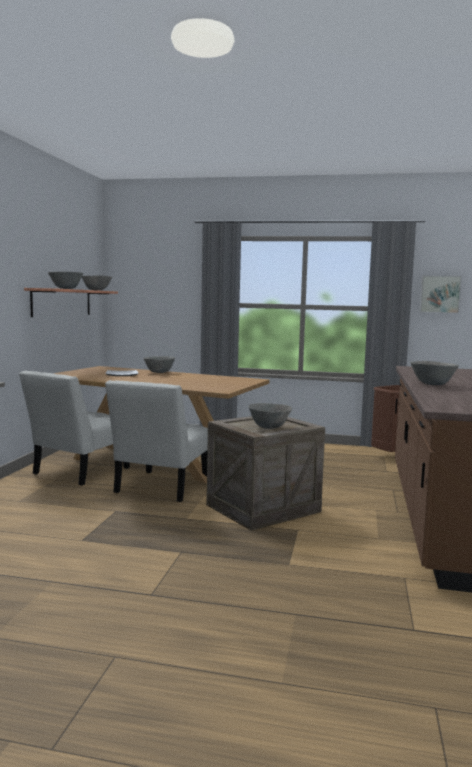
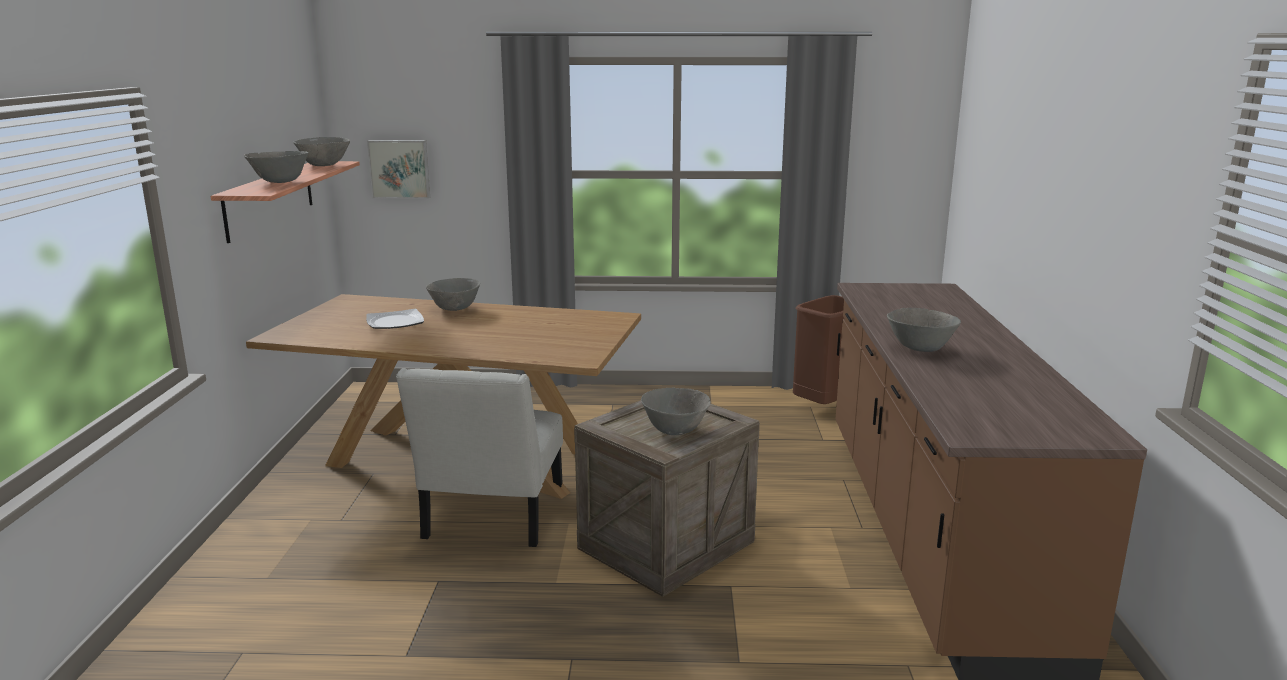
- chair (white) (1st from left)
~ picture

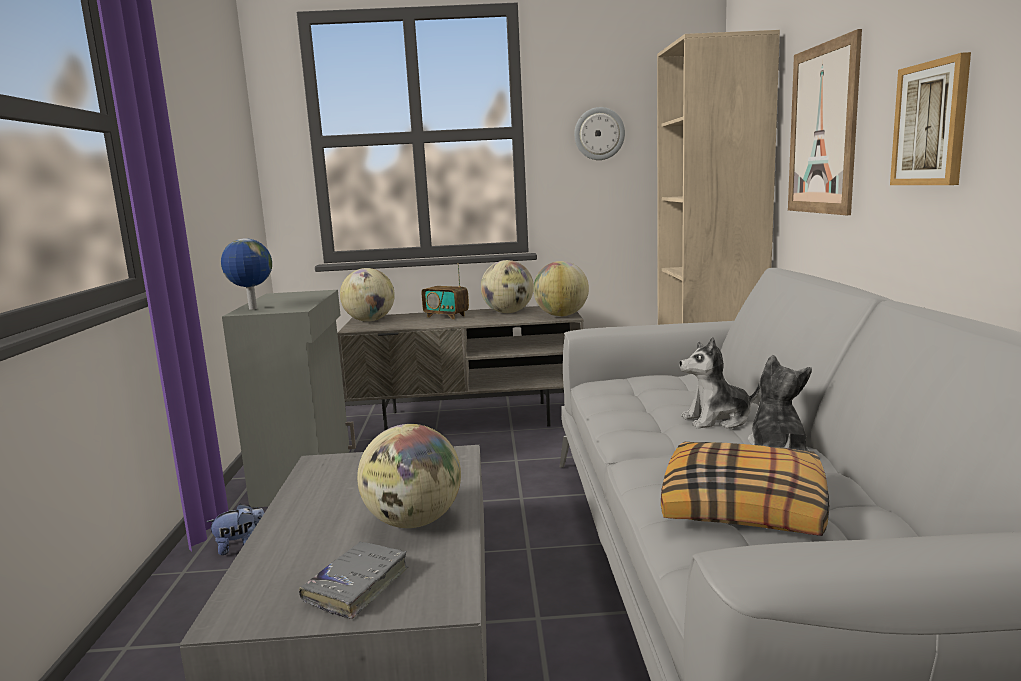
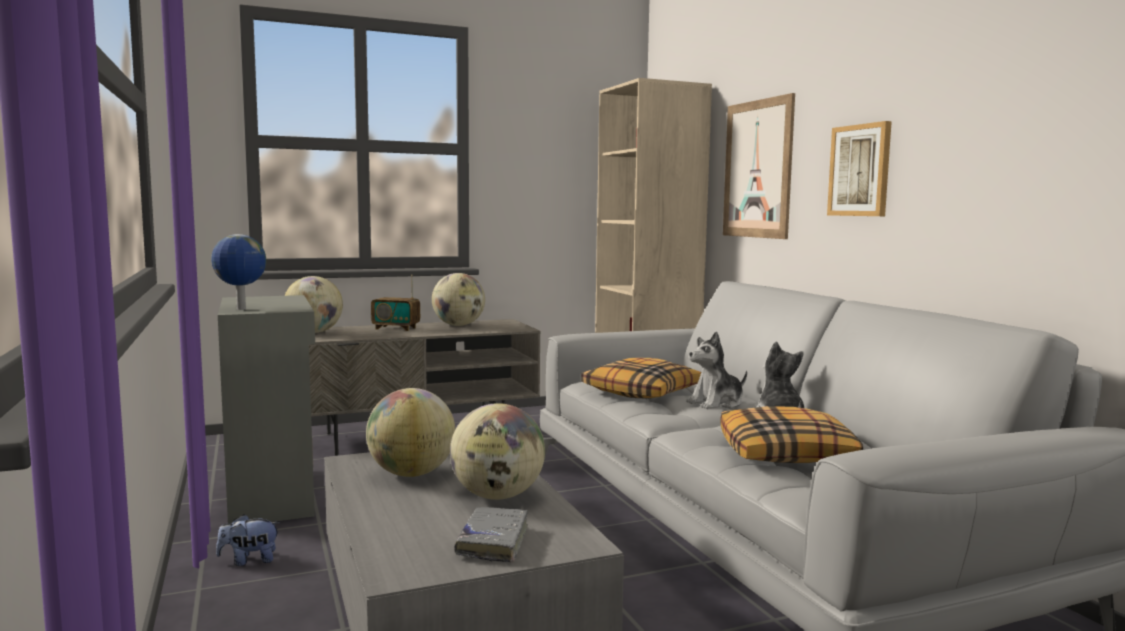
~ plush toy (1st from left) 150 degrees counterclockwise
~ globe (5th from left in the first image) to globe (3rd from left)
- wall clock
+ pillow (1st from left)

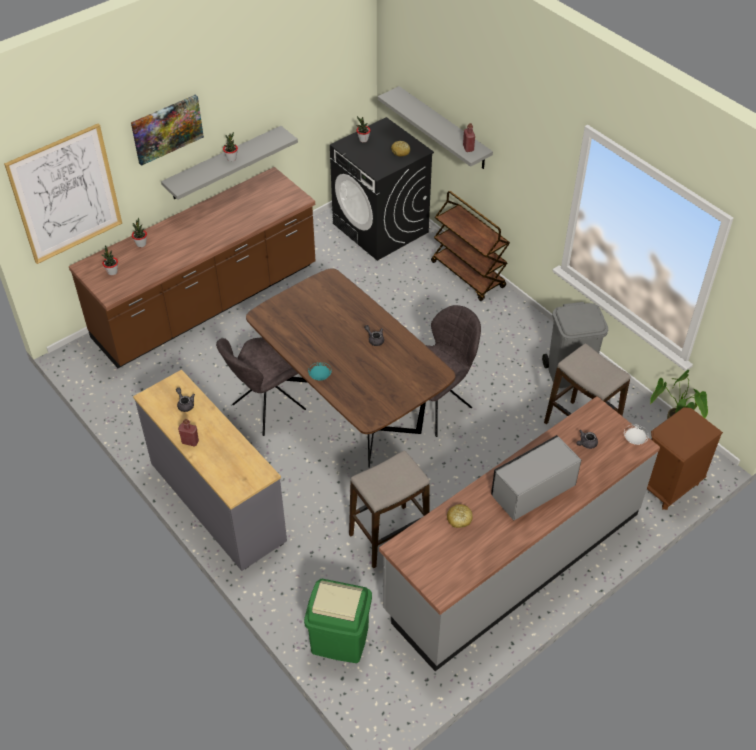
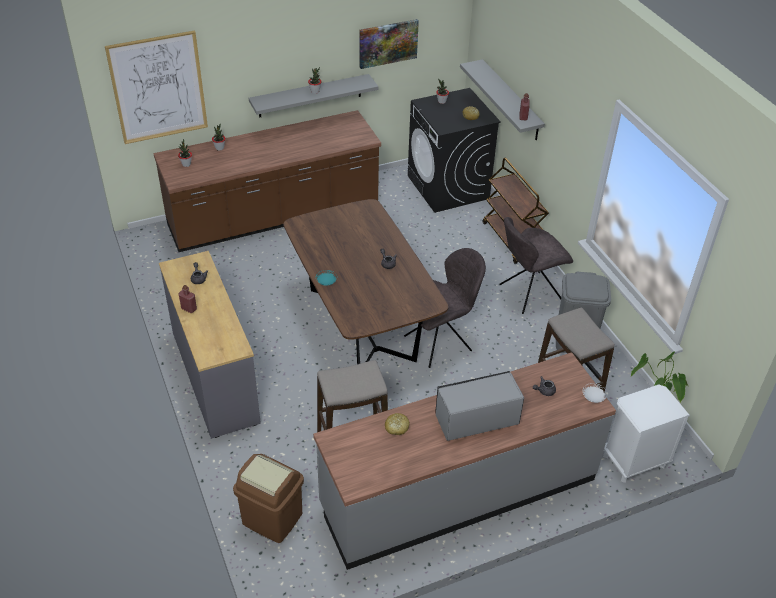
~ picture (2nd from left)
~ chair (grey) (1st from left in the first image) to chair (grey) (2nd from left)
~ trash can (green) to trash can (brown)
~ nightstand (brown) to nightstand (white)

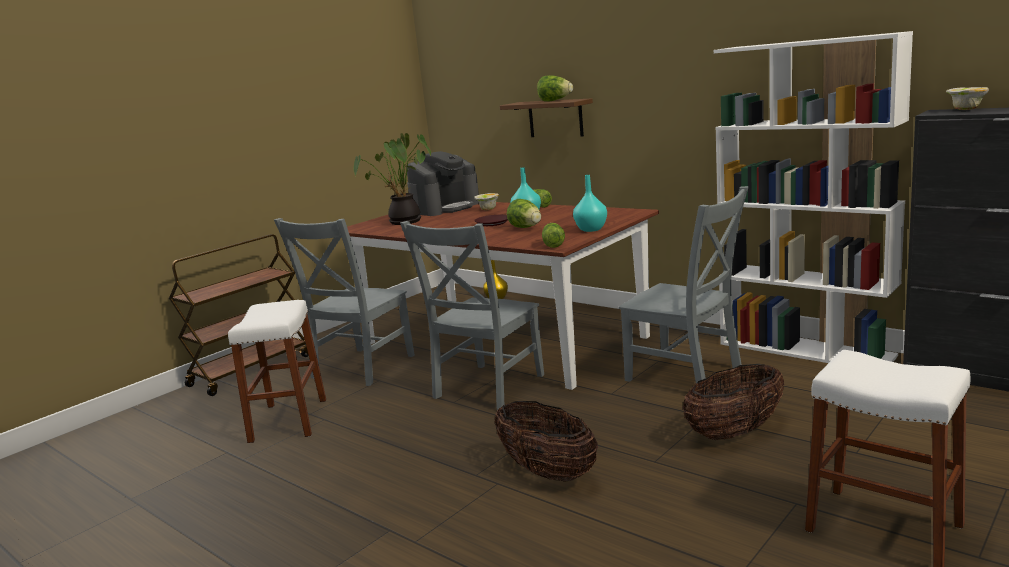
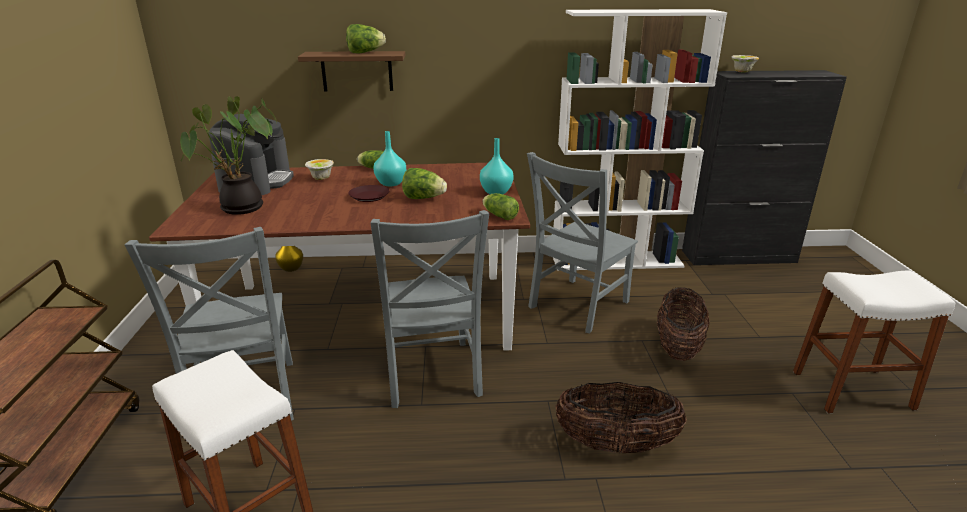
~ chair (grey) (3rd from left) 135 degrees clockwise

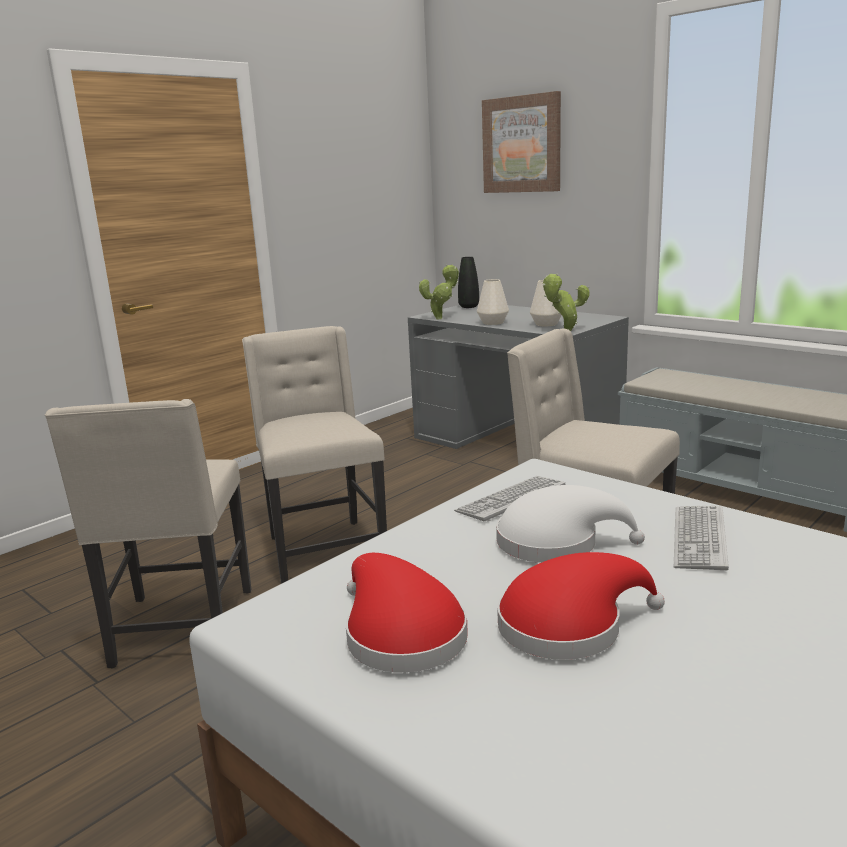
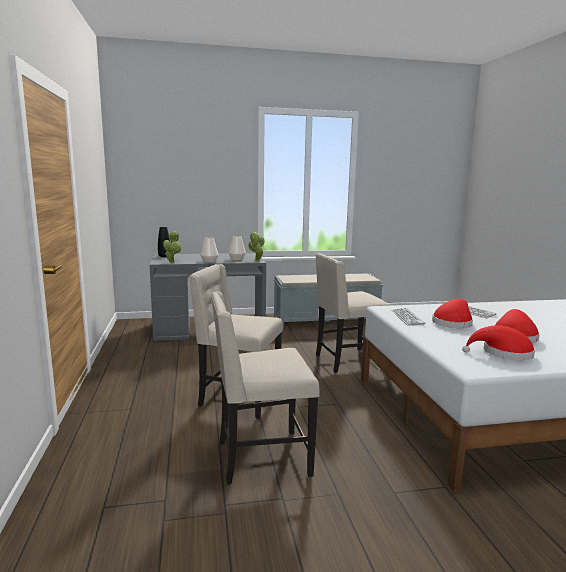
~ chair (beige) (1st from left in the first image) 135 degrees clockwise
- picture
~ hat (white) to hat (red) (1st from left)

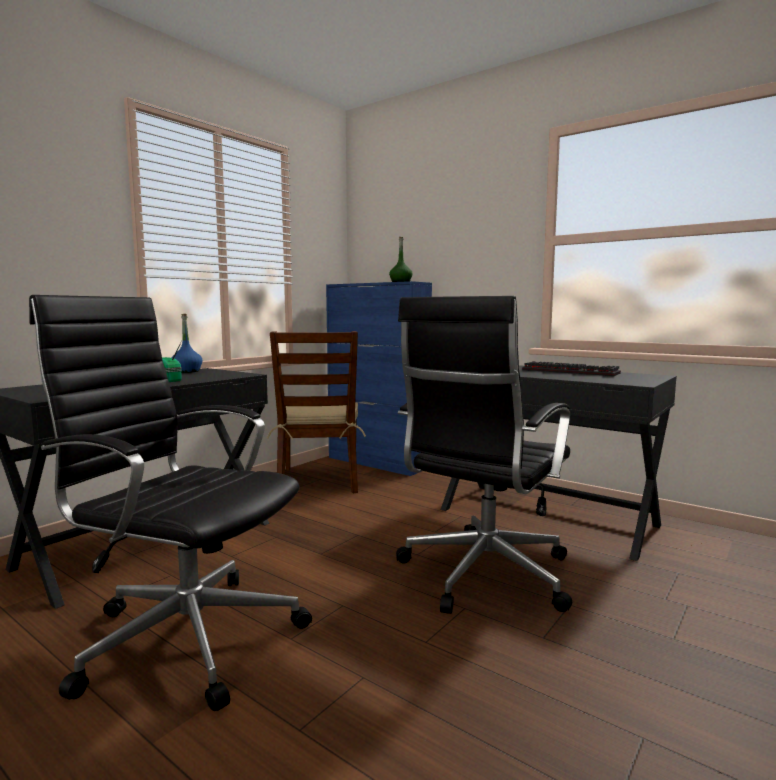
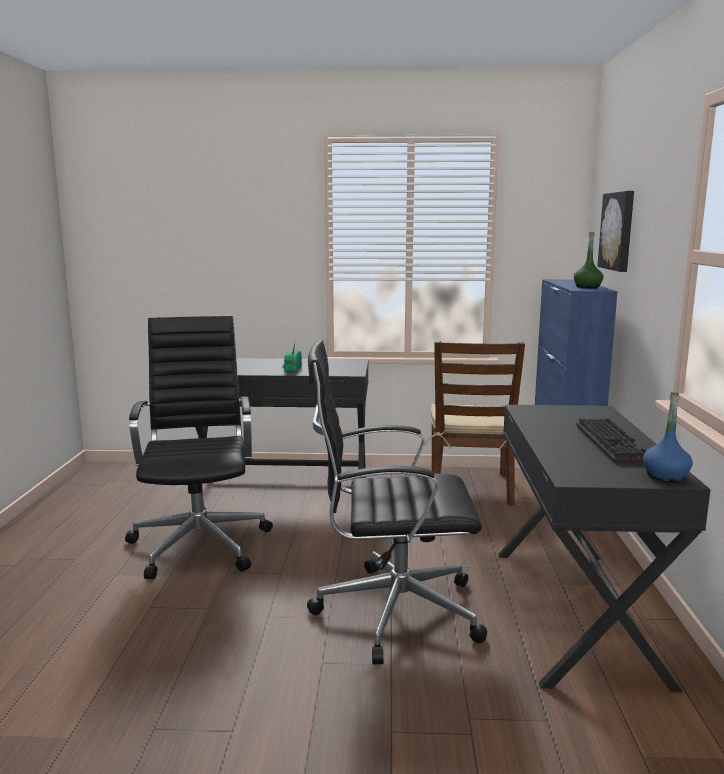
~ bottle (blue)
~ chair (brown) 45 degrees counterclockwise
+ picture

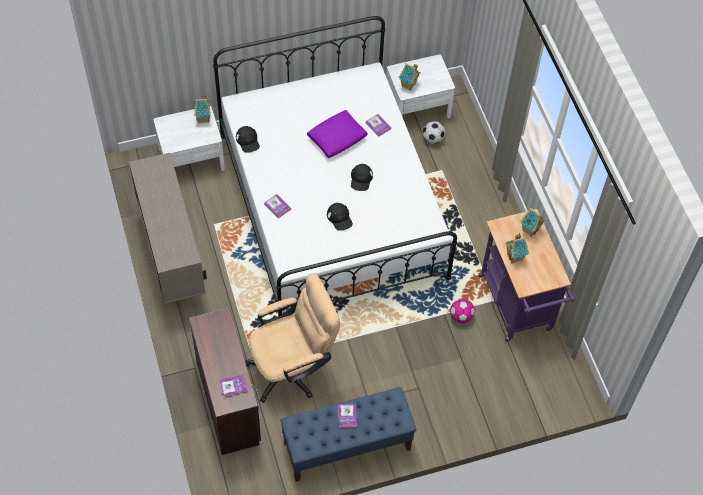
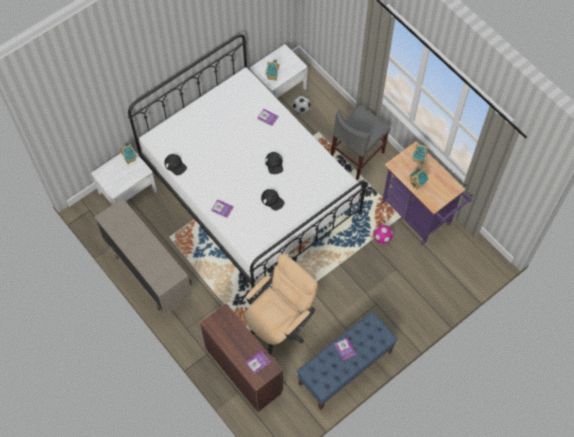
- pillow (purple)
+ chair (grey)

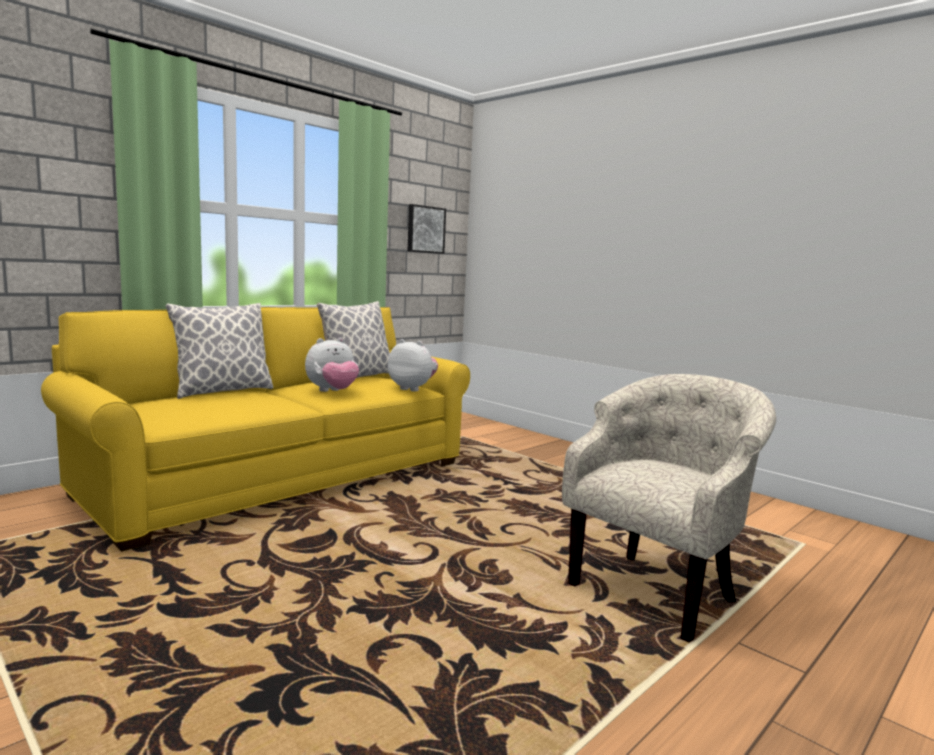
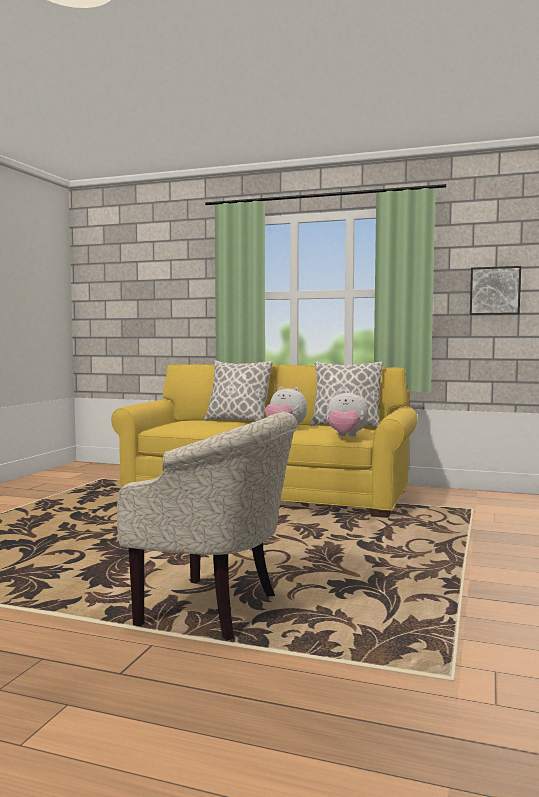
~ plush toy (2nd from left) 105 degrees clockwise

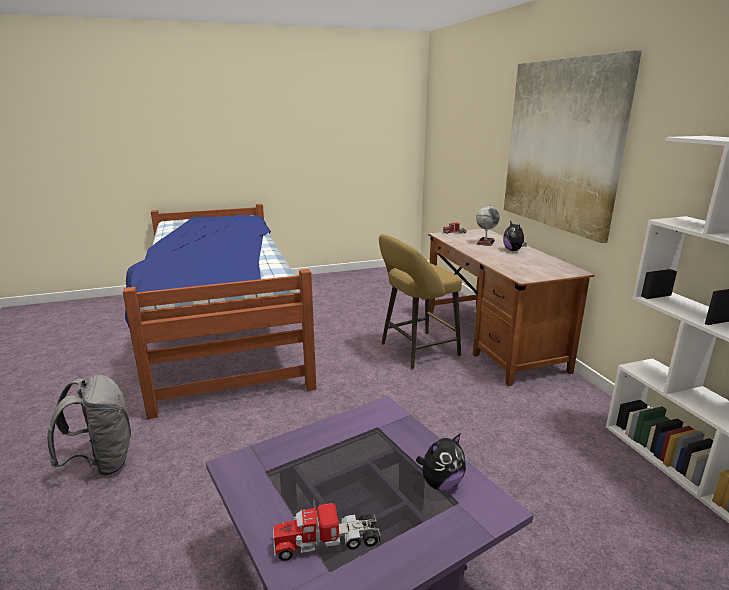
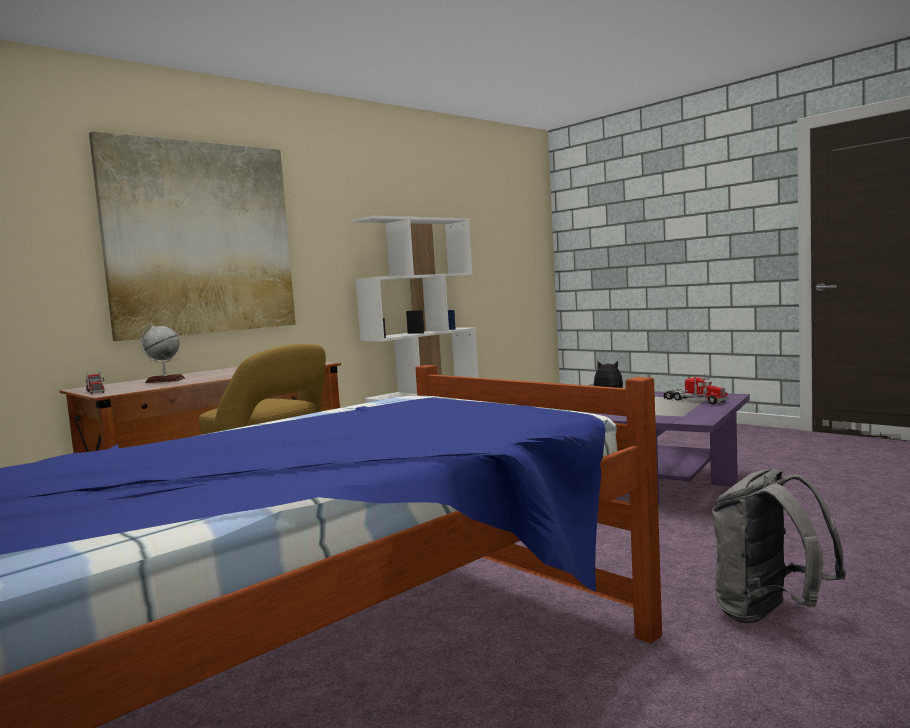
- plush toy (2nd from left)

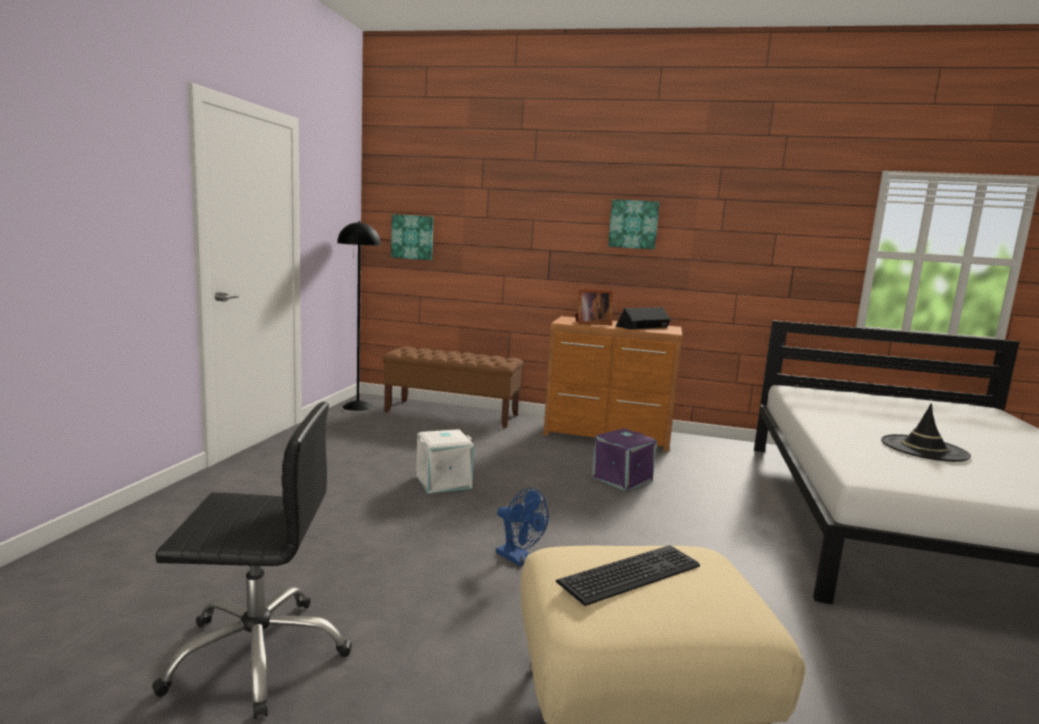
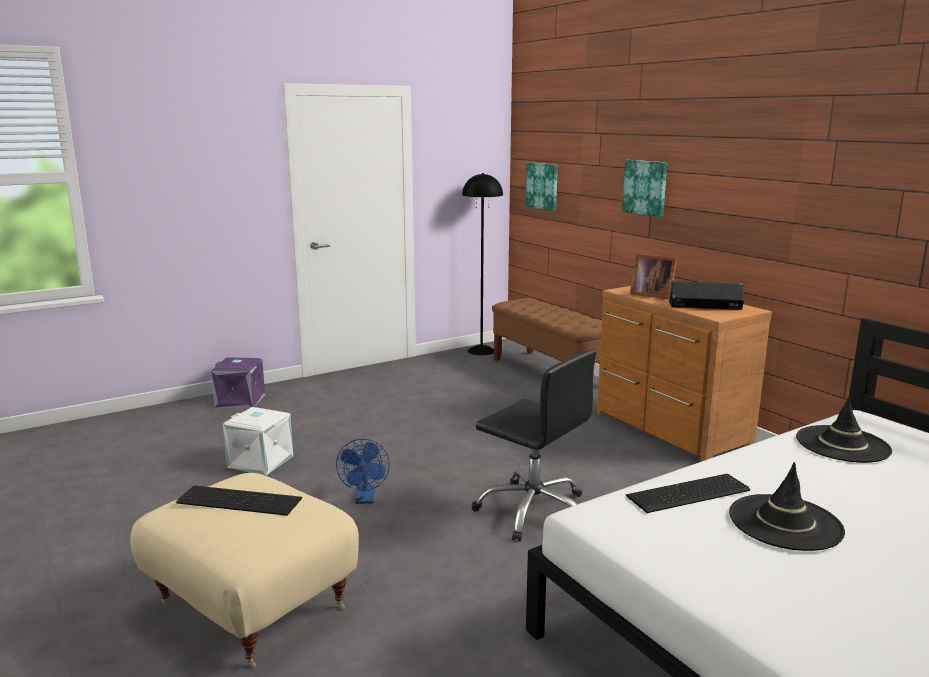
~ office chair (black)
~ storage box (white)
~ storage box (purple)
~ picture (2nd from left)
+ keyboard (2nd from left)
+ hat (black) (2nd from left)

